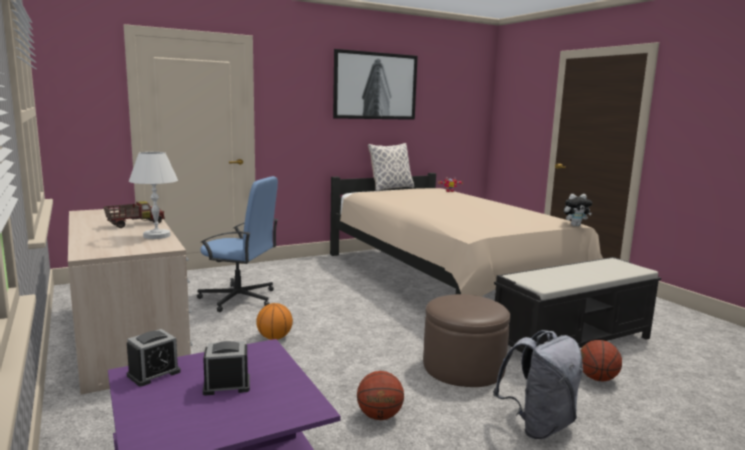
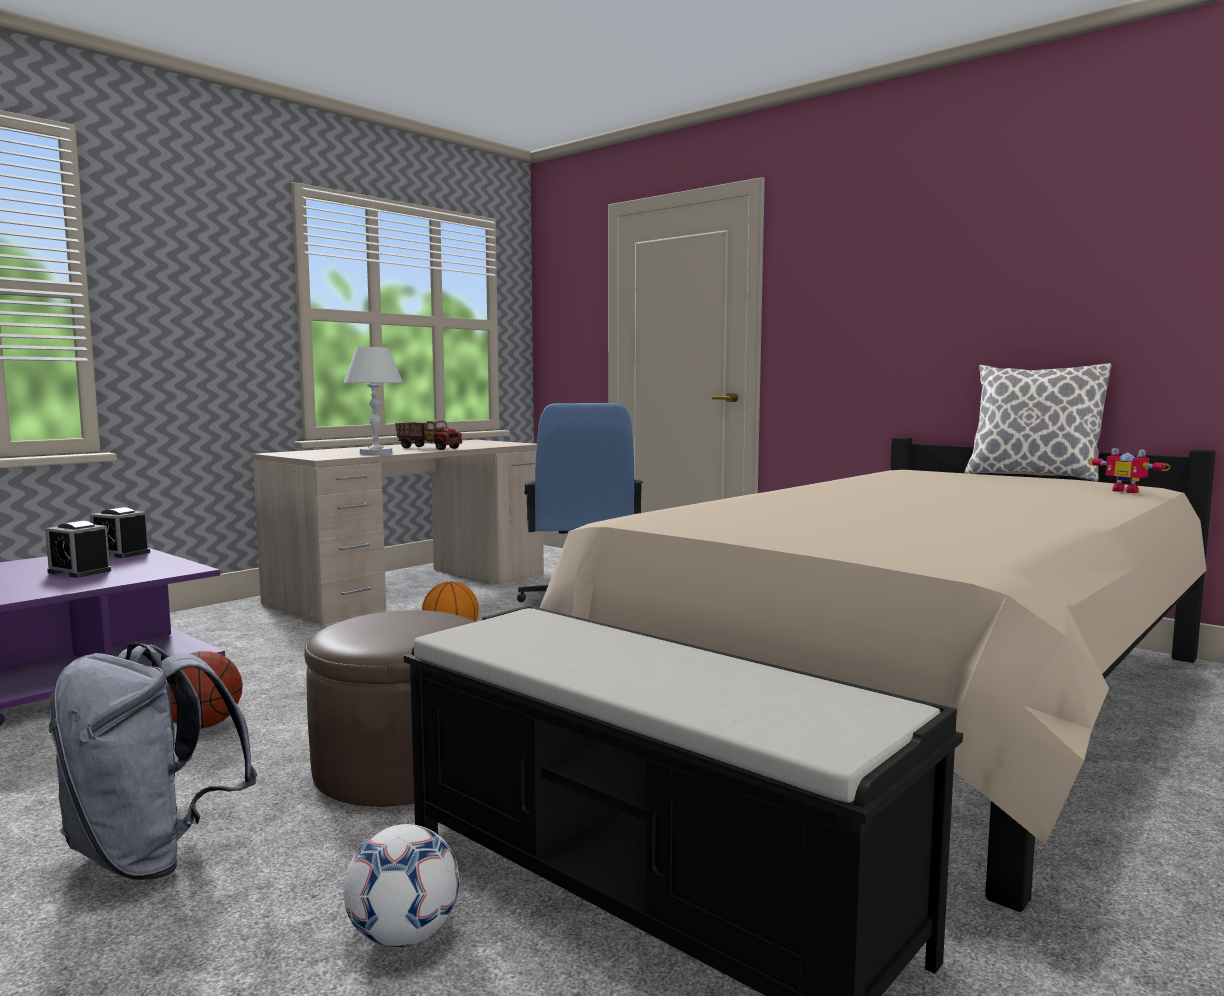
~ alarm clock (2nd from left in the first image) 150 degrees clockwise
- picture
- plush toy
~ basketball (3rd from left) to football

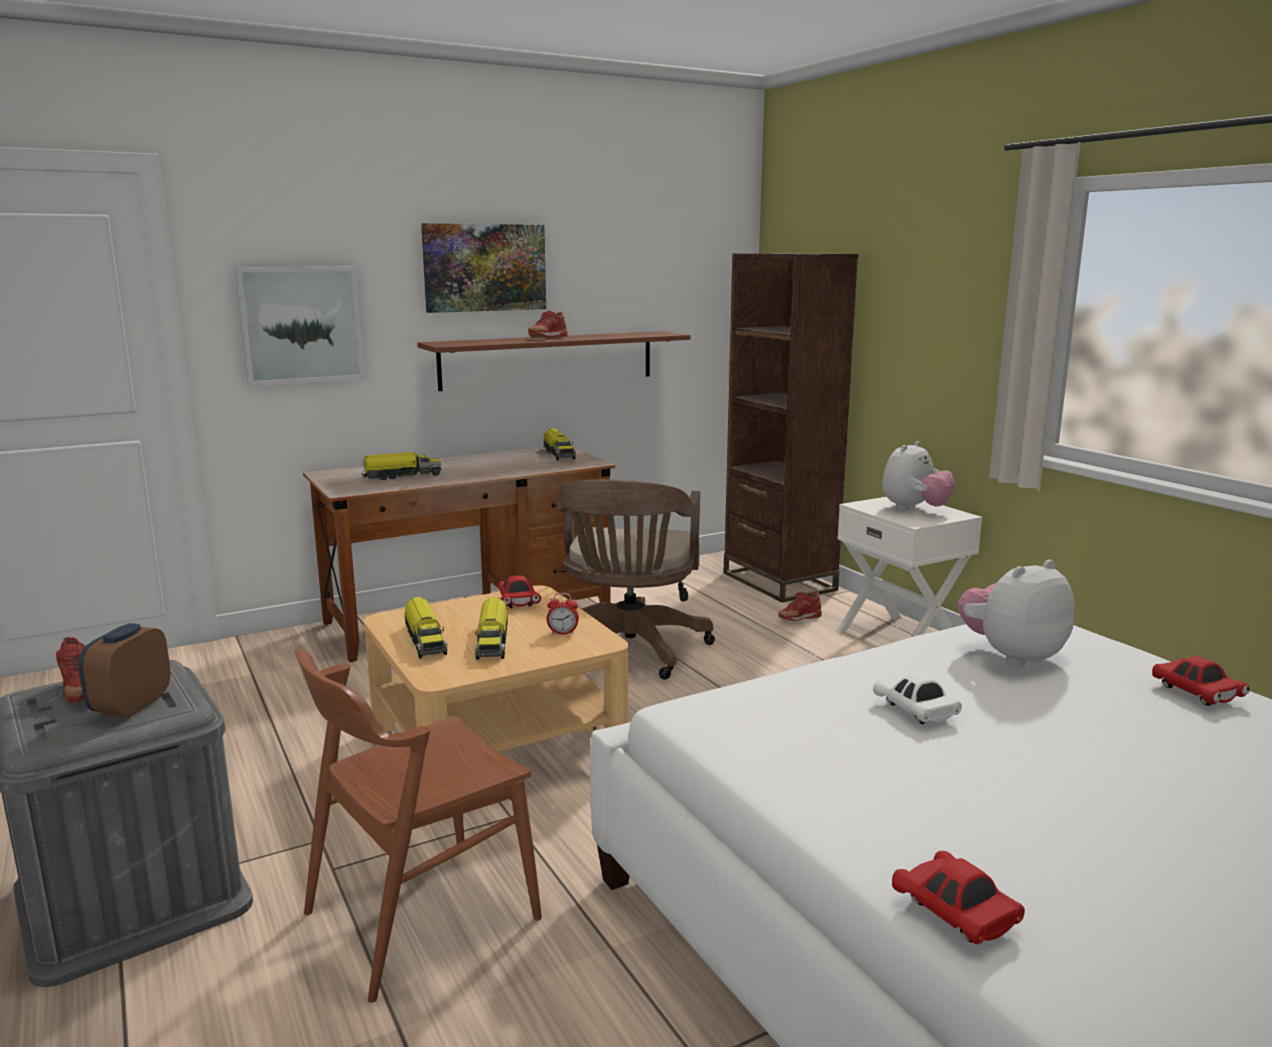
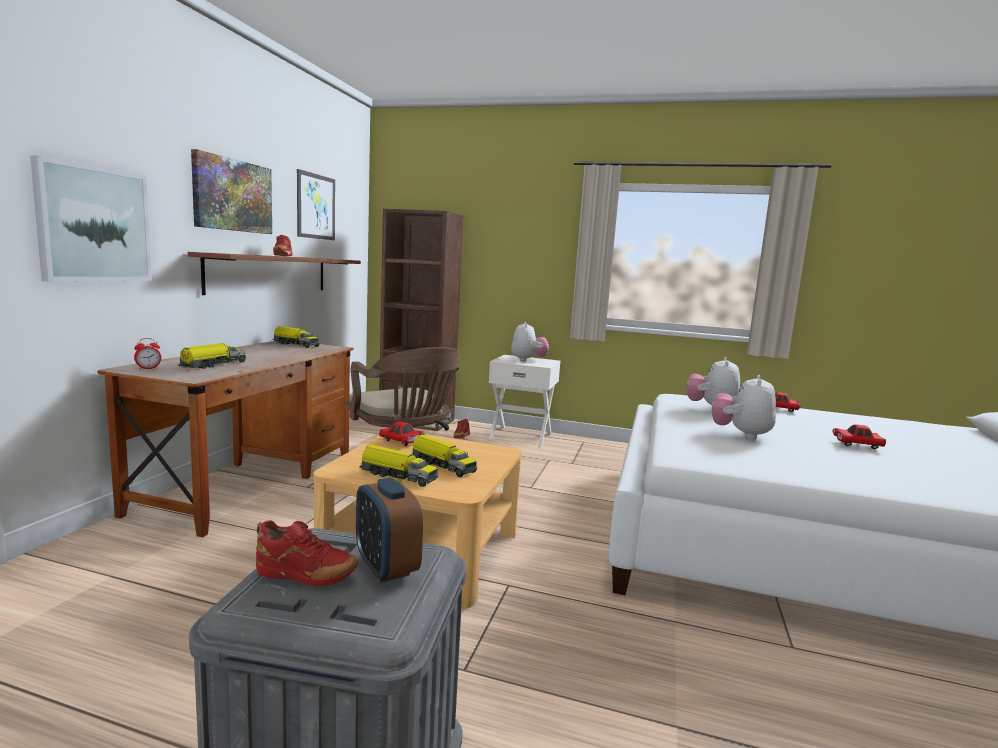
- chair (brown)
~ alarm clock (2nd from left in the first image) to alarm clock (1st from left)
~ toy car (white) to plush toy (3rd from left)
~ toy car (red) (2nd from left in the first image) to toy car (red) (3rd from left)
+ picture (3rd from left)

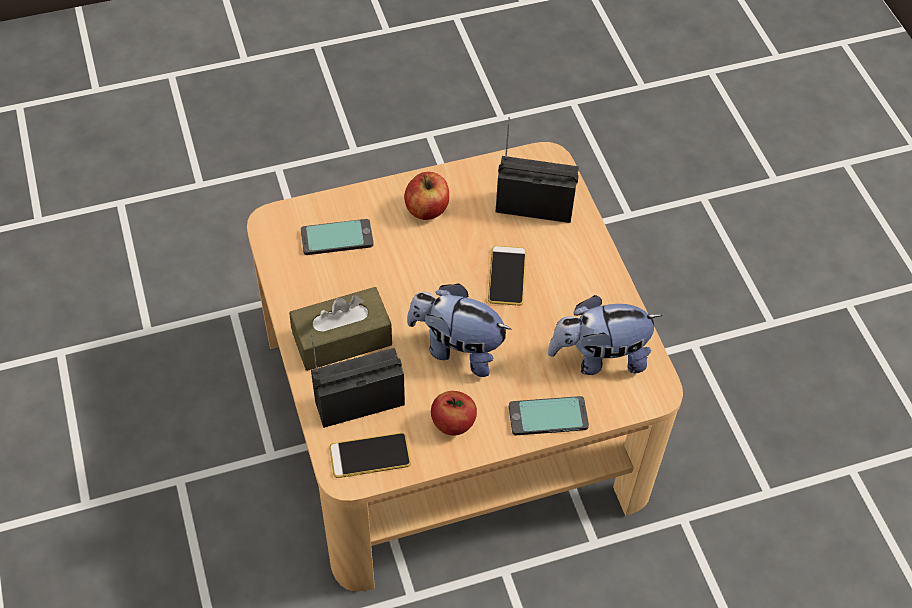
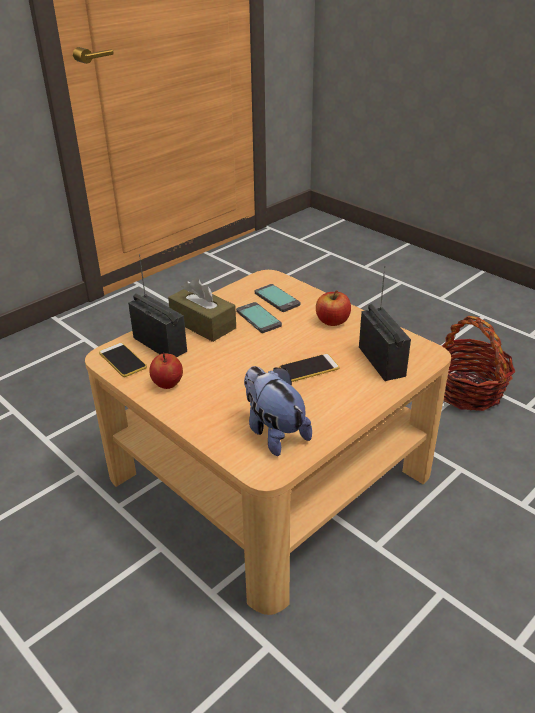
- plush toy (1st from left)
~ phone (4th from left in the first image) to phone (2nd from left)
+ basket

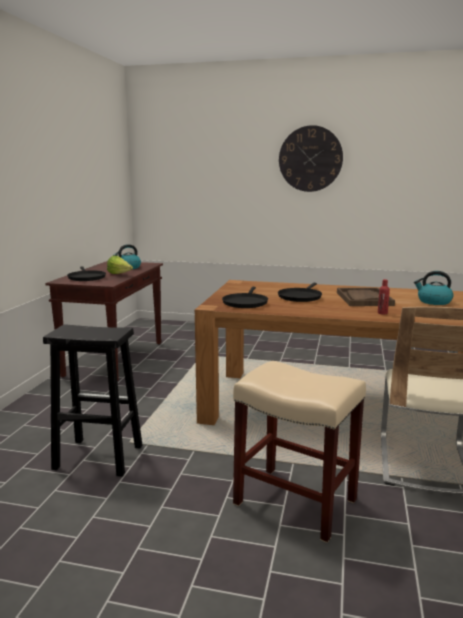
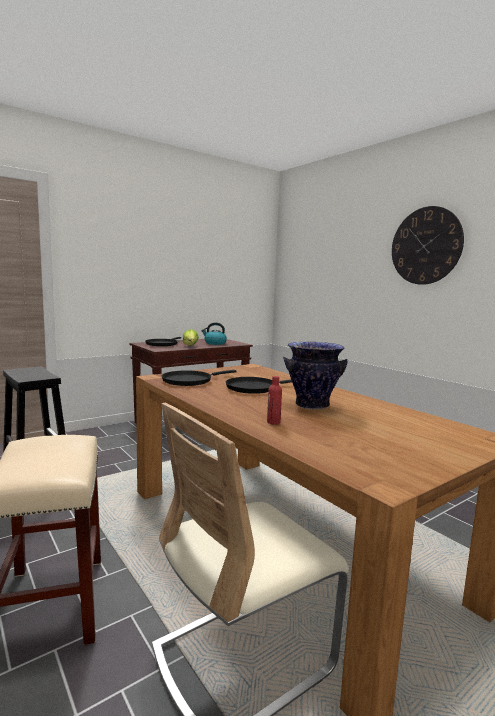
~ tray (brown) to vase
- kettle (2nd from left)

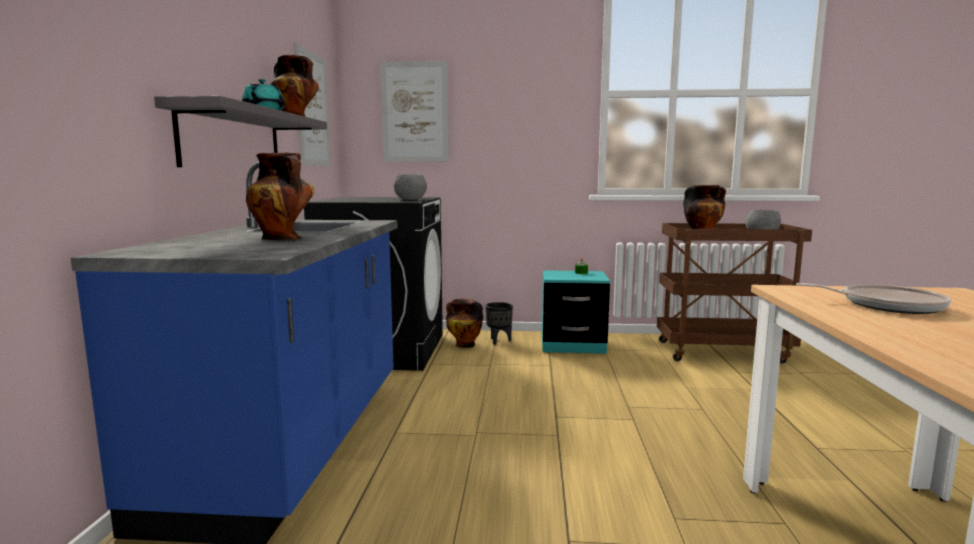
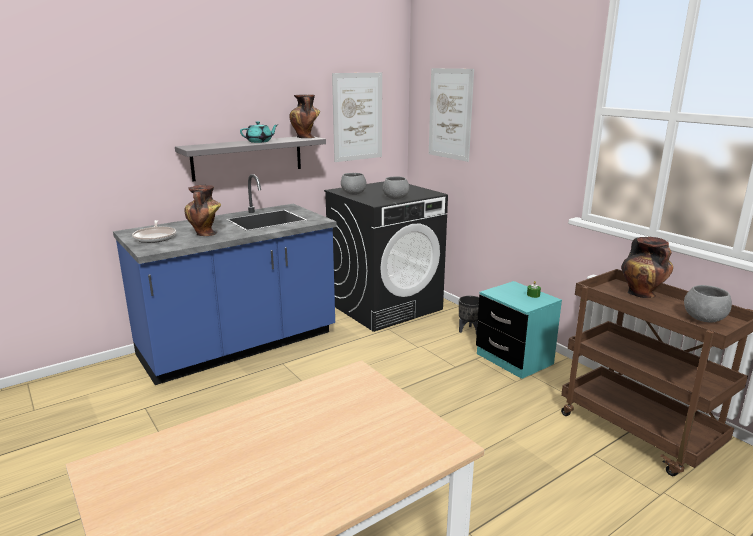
- vase (3rd from left)
~ frying pan
+ bowl (grey) (1st from left)

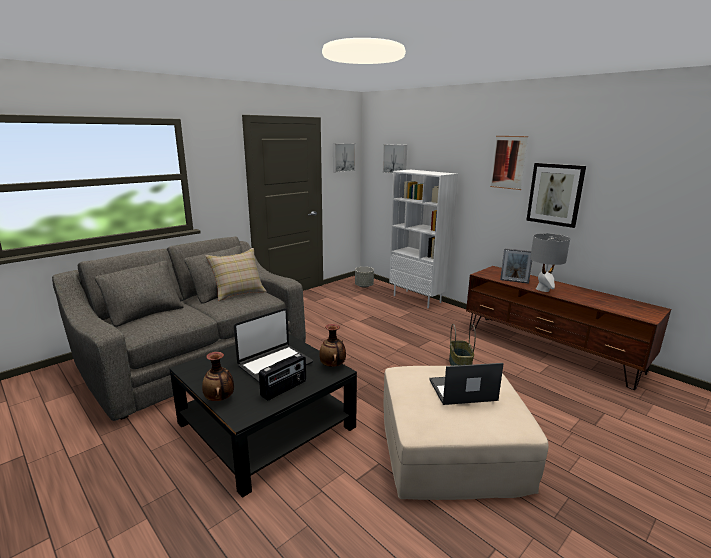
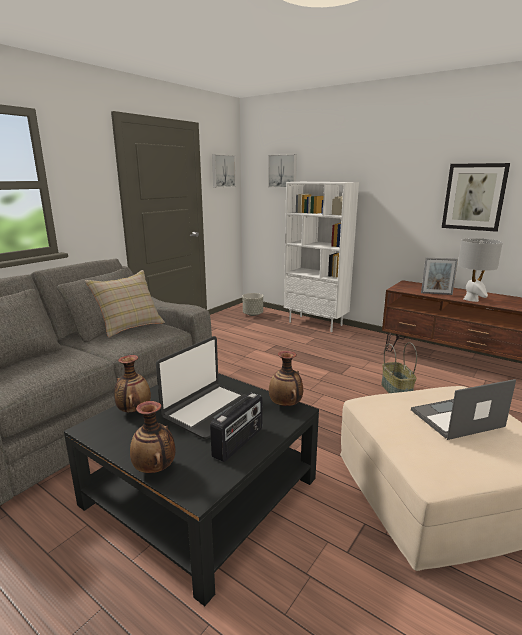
- picture (3rd from left)
+ vase (1st from left)

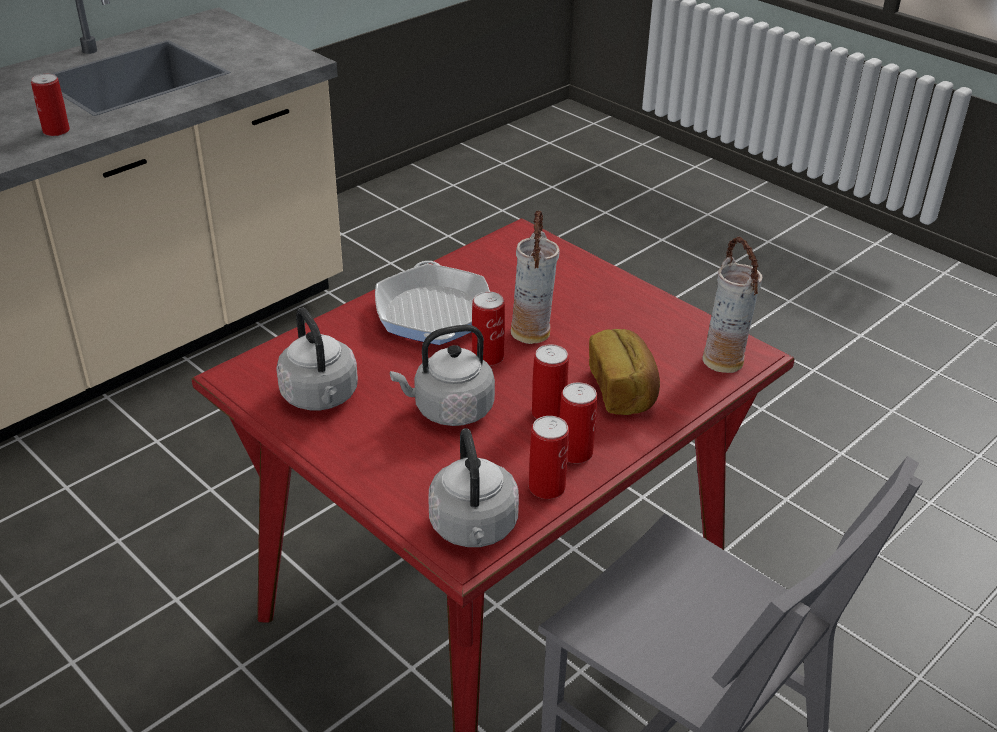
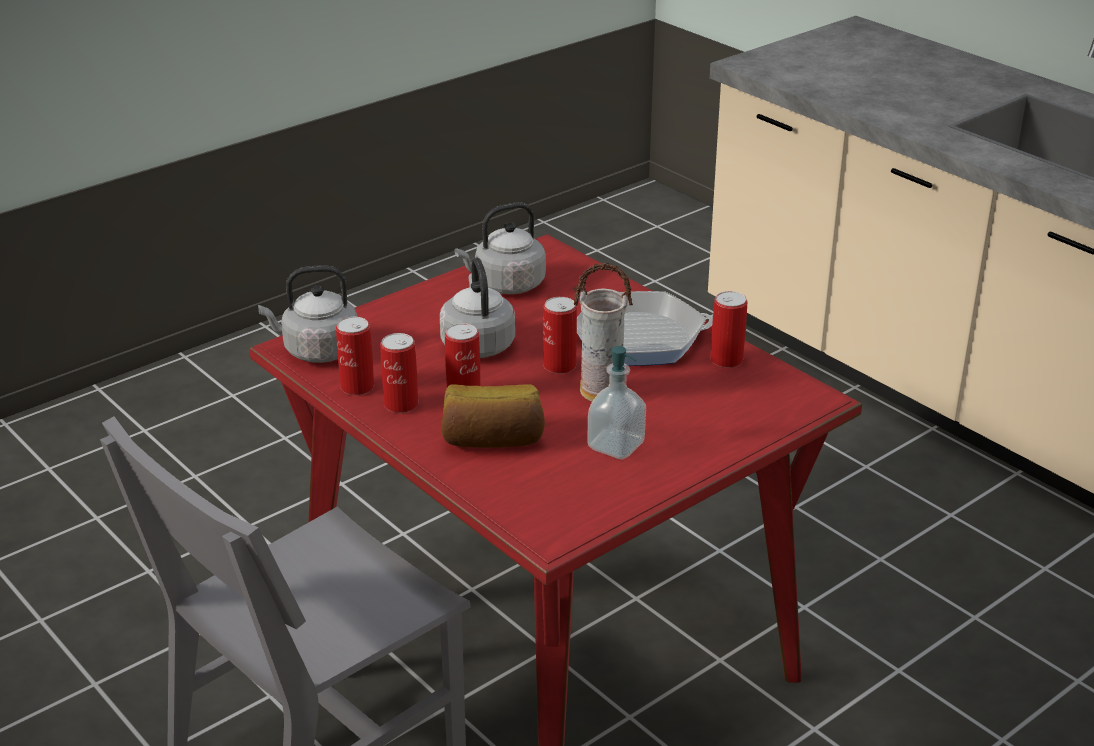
~ can (1st from left in the first image) to can (5th from left)
- vase (2nd from left)
+ soap dispenser

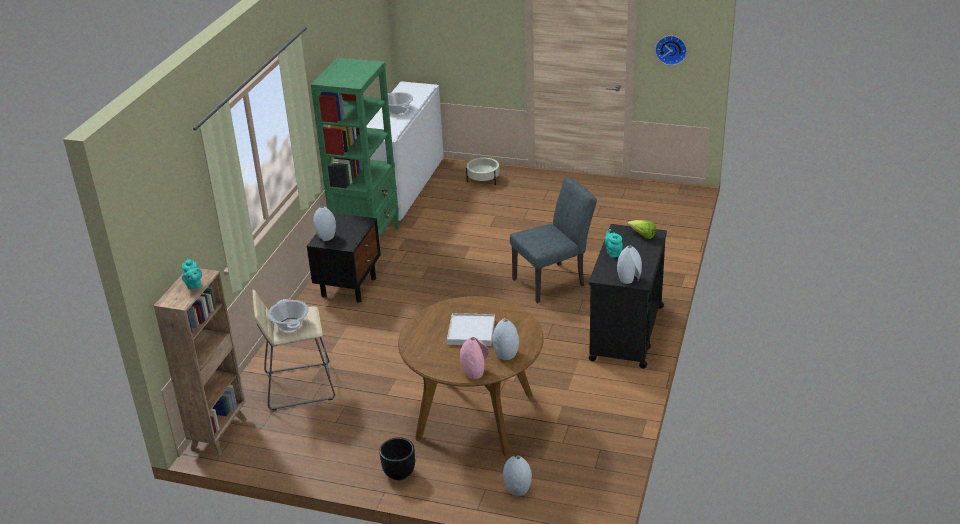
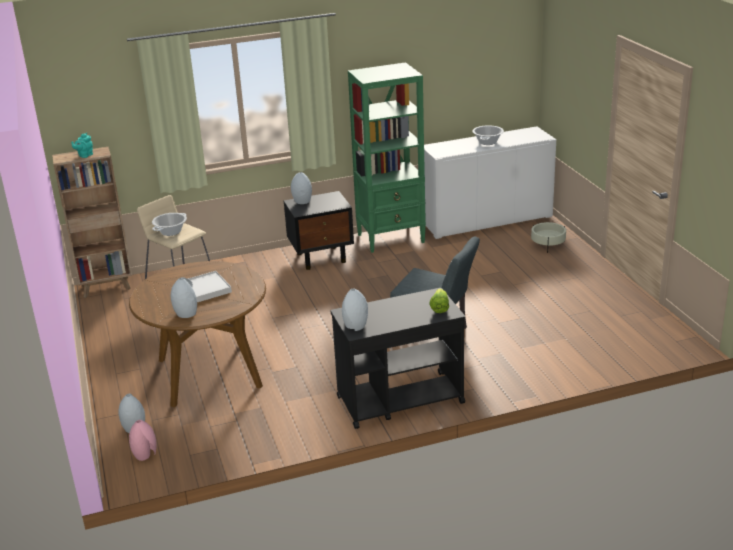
- planter (black)
~ vase (pink)
- teapot (turquoise) (2nd from left)
- wall clock

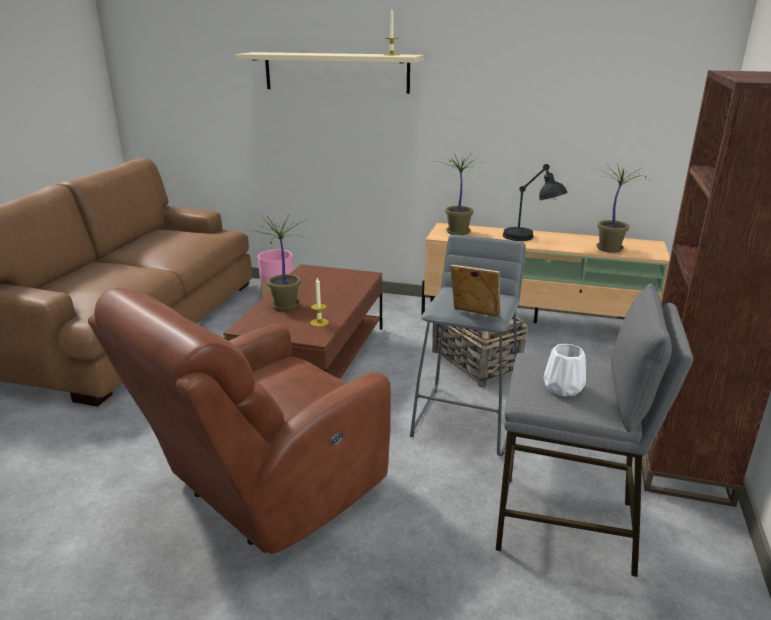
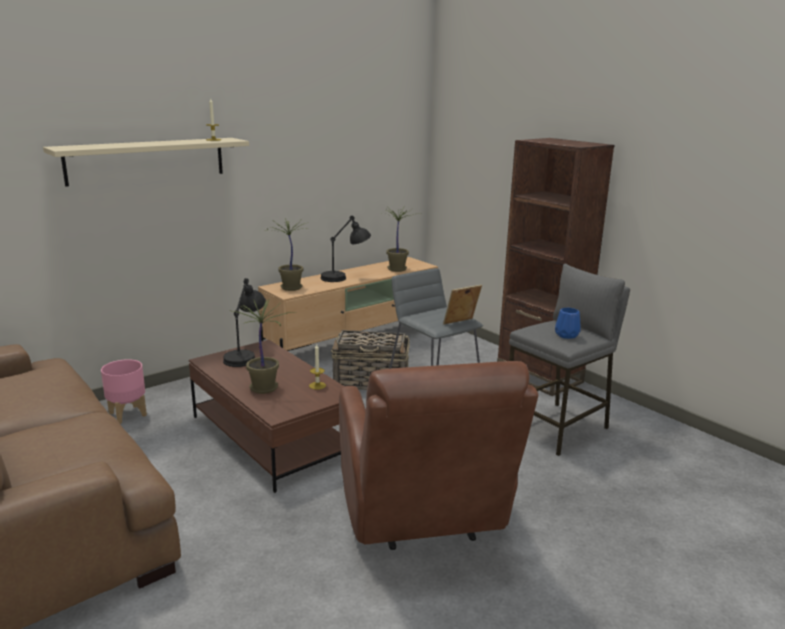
~ vase (white) to vase (blue)
+ table lamp (black) (1st from left)

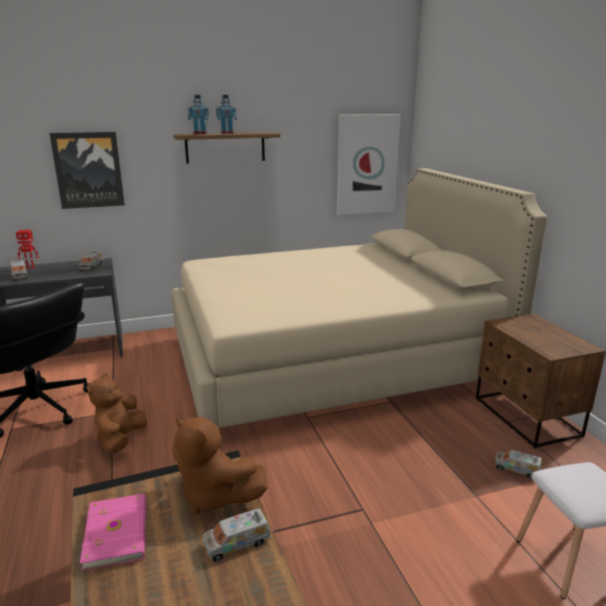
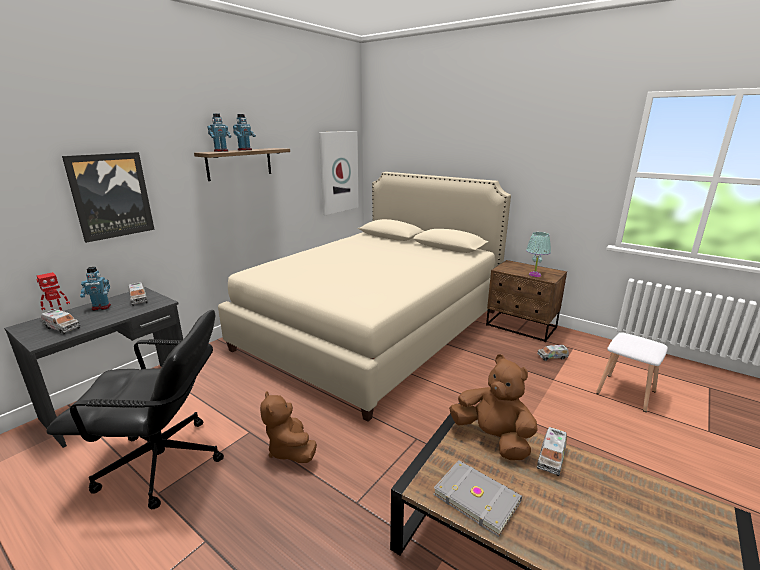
~ book (pink) to book (grey)
~ plush toy (brown) (2nd from left) 135 degrees counterclockwise
+ toy robot (2nd from left)
+ table lamp (turquoise)

